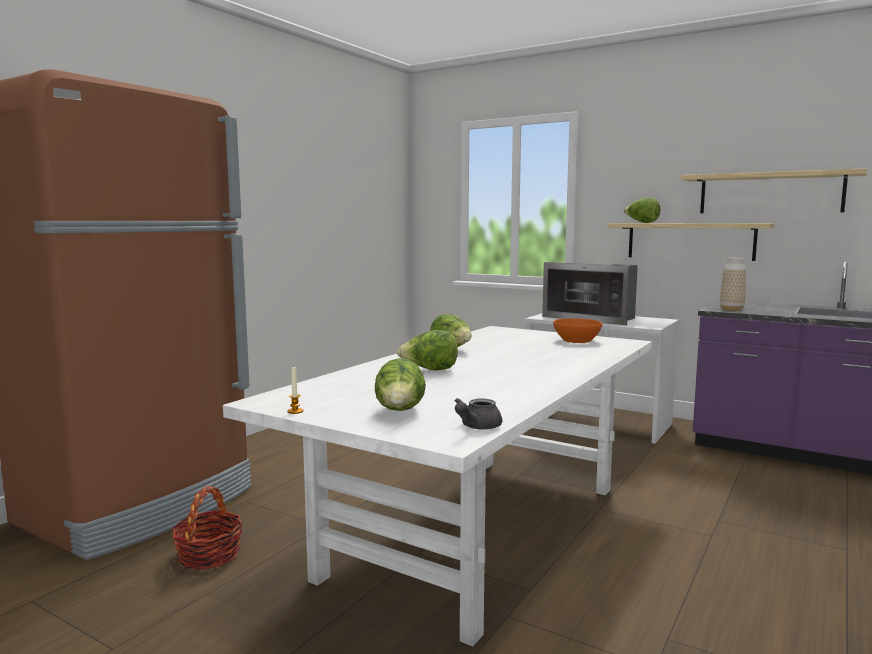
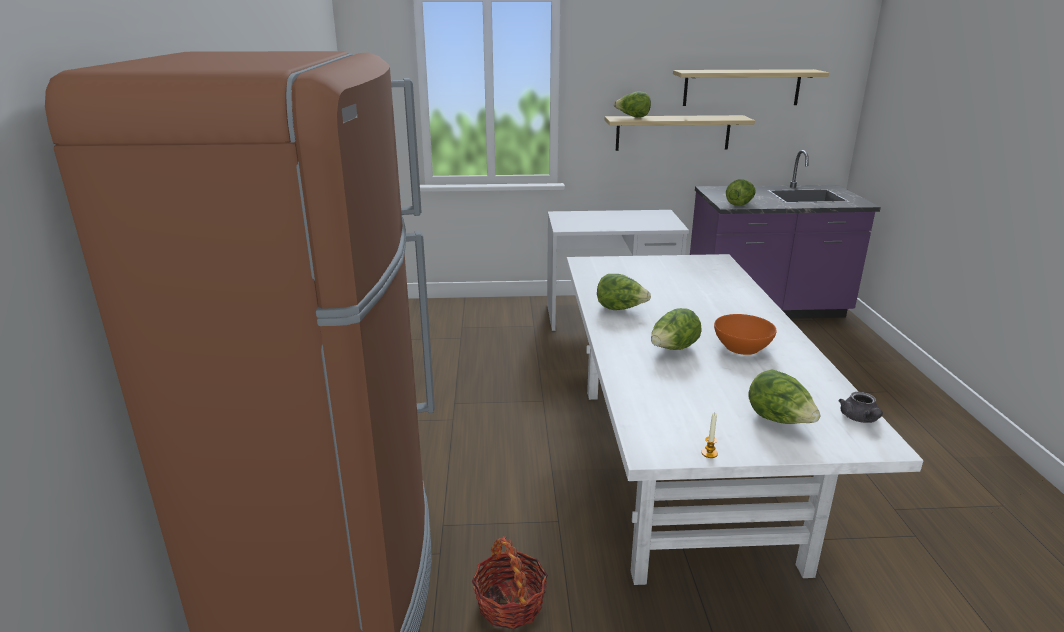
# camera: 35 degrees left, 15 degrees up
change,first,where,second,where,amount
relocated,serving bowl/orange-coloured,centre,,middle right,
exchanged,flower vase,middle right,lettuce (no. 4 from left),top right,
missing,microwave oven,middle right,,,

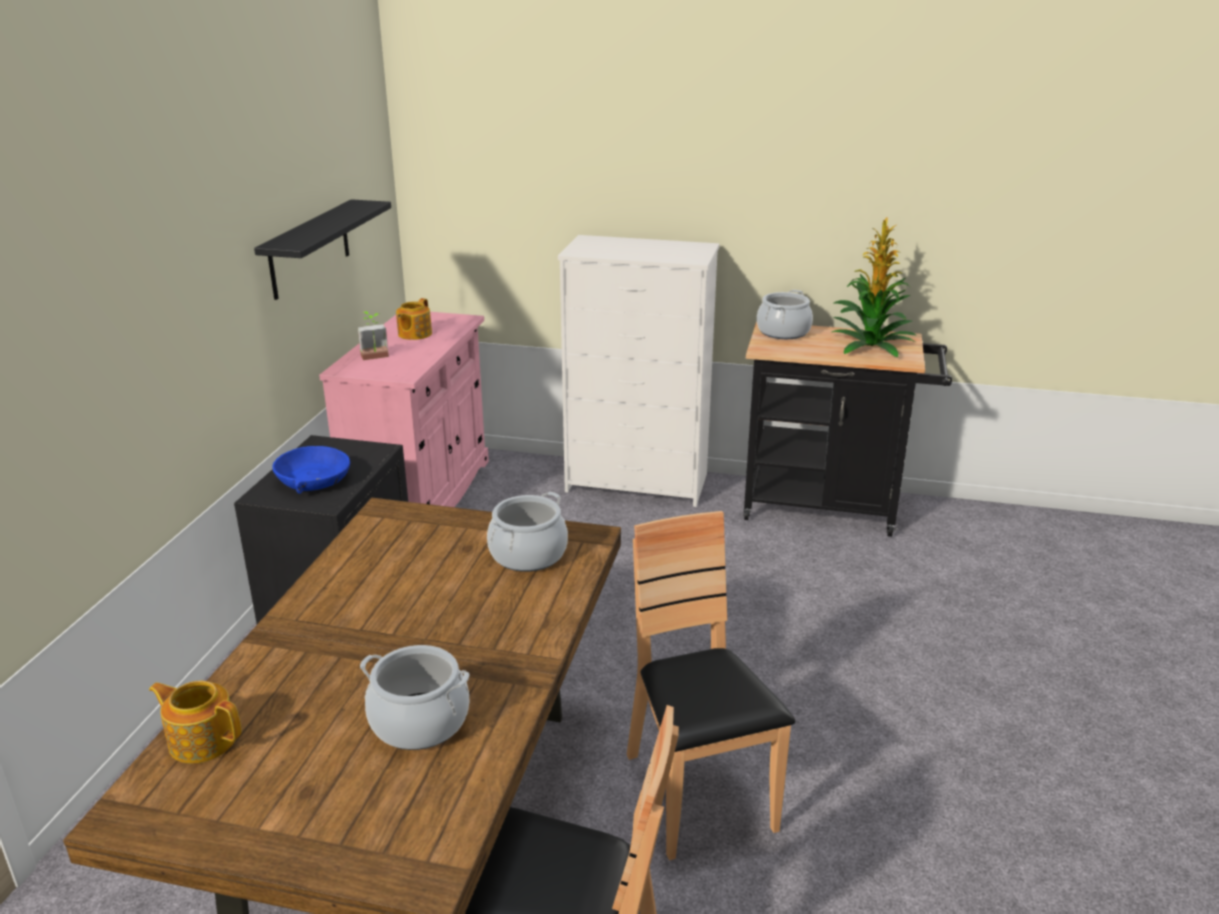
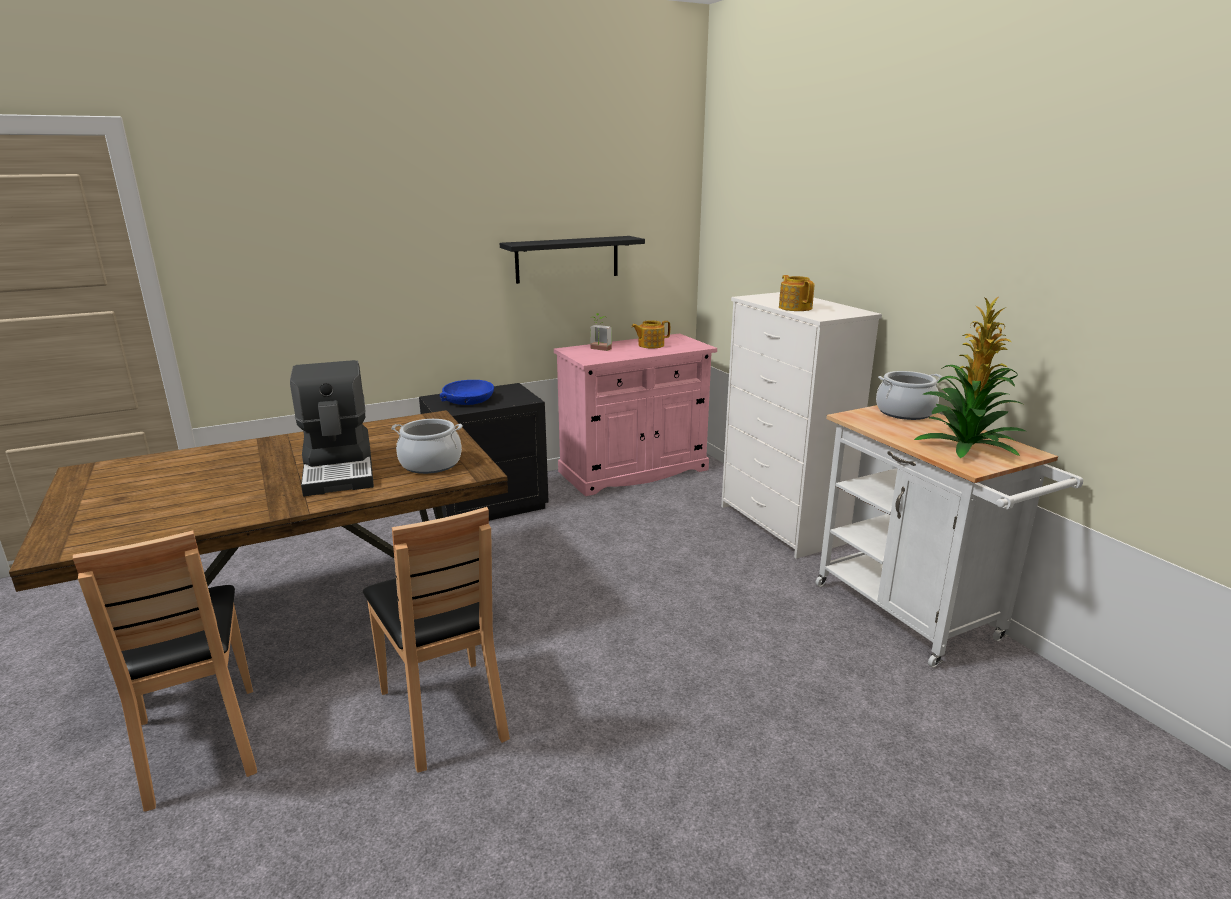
# camera: 50 degrees right, 5 degrees down
change,first,where,second,where,amount
appeared,,,coffee machine,middle left,
spun,chair/brownish (no. 2 from left),bottom centre,,bottom centre,120 degrees clockwise
relocated,tea pot (no. 1 from left in the first image),bottom left,tea pot (no. 2 from left),top centre,
colour,cart/black,middle right,cart/white,middle right,
missing,cooking pot (no. 1 from left),bottom centre,,,

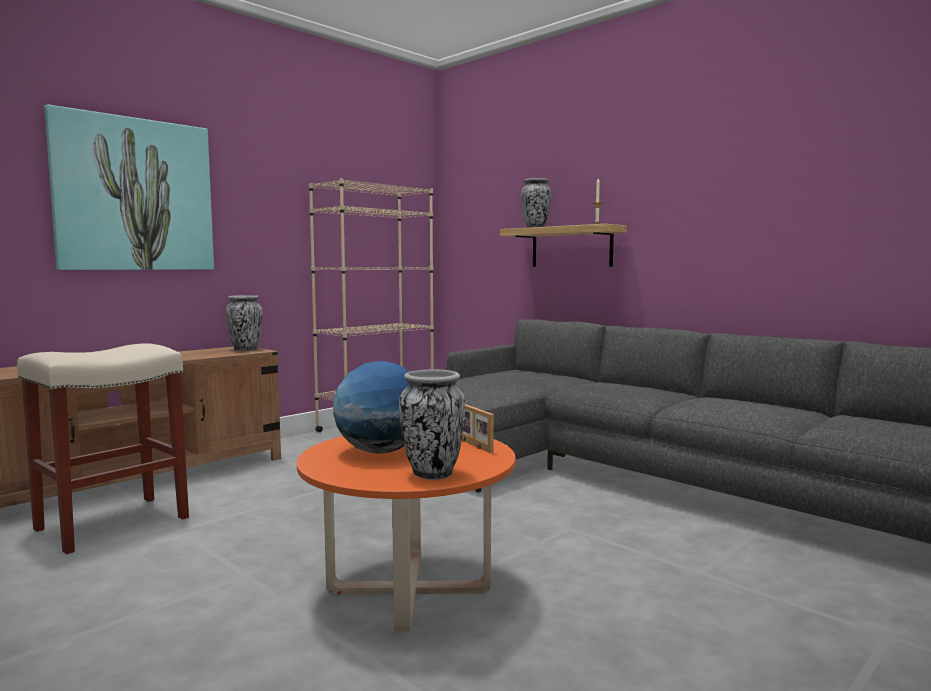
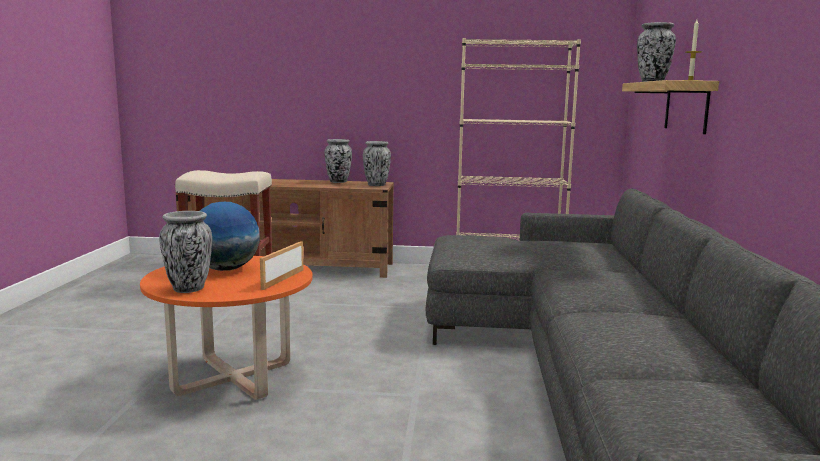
# camera: 50 degrees right, 5 degrees up
change,first,where,second,where,amount
appeared,,,flower vase (no. 2 from left),centre,
missing,wall picture,top left,,,

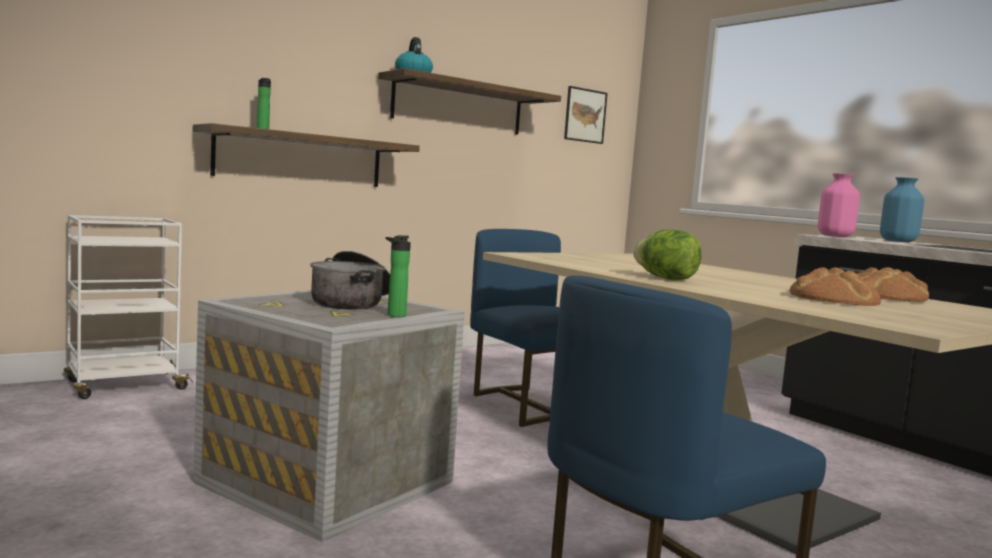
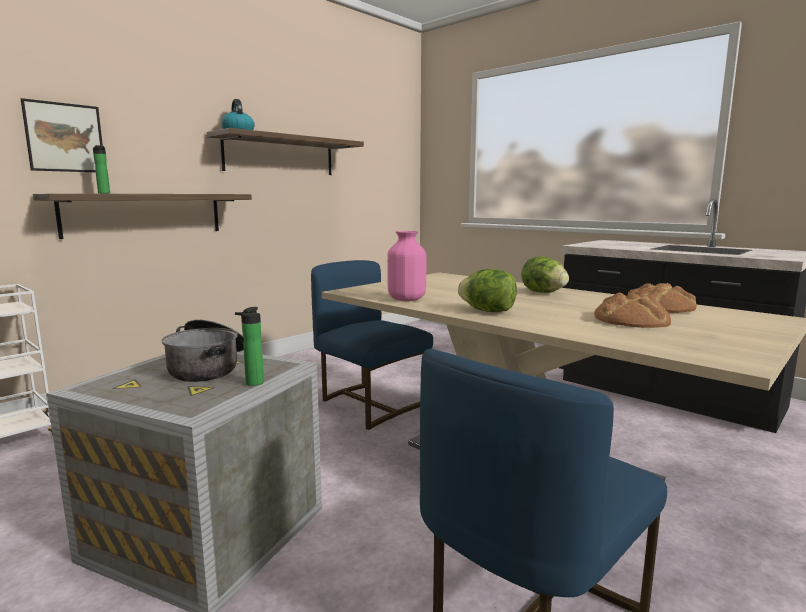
# camera: 10 degrees left, 5 degrees up
change,first,where,second,where,amount
relocated,wall picture,top centre,,top left,
relocated,flower vase/pinkish,middle right,,centre,
appeared,,,lettuce (no. 2 from left),middle right,
missing,flower vase/blue,middle right,,,

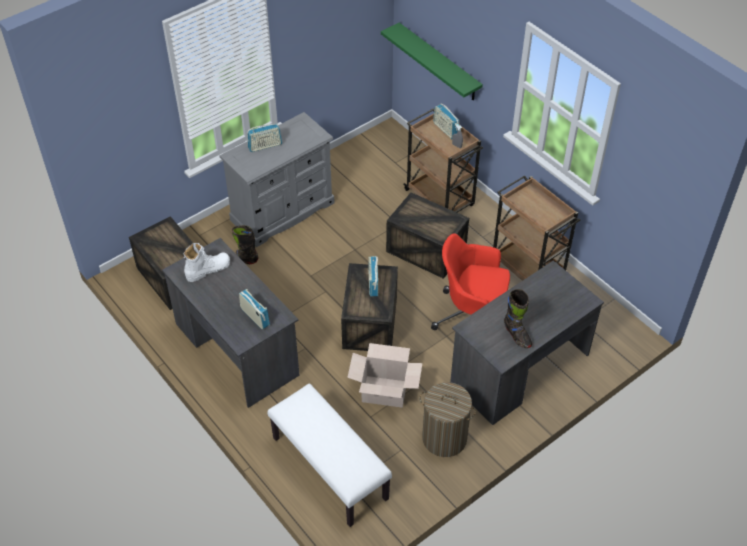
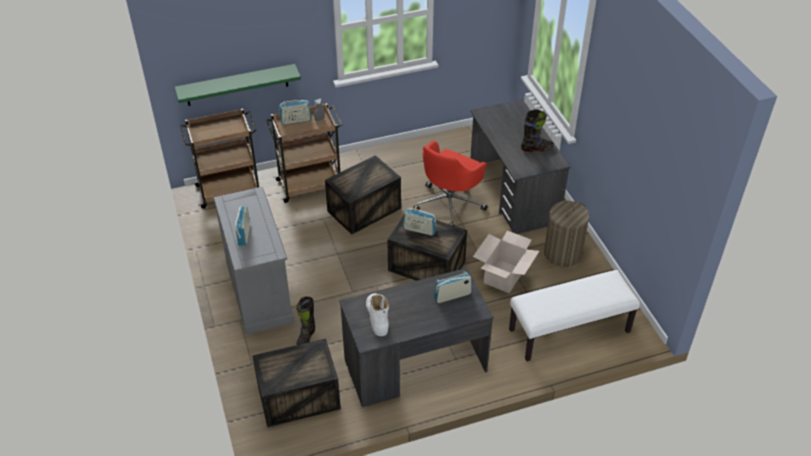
# camera: 70 degrees left, 5 degrees down
change,first,where,second,where,amount
relocated,cart/brownish (no. 2 from left in the first image),middle right,cart/brownish (no. 1 from left),middle left,

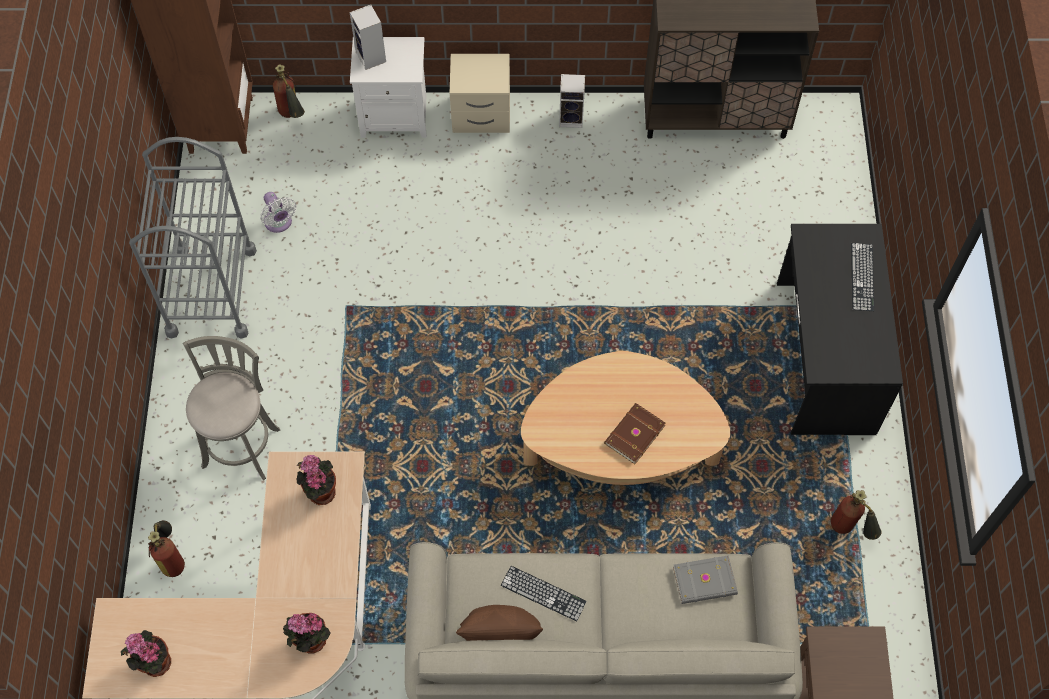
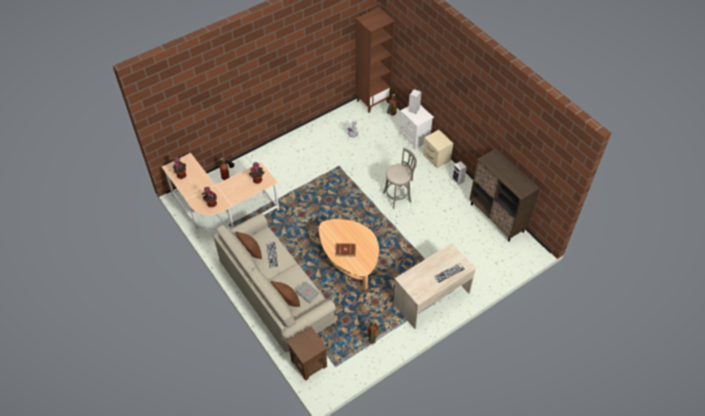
# camera: 55 degrees right, 10 degrees down
change,first,where,second,where,amount
appeared,,,throw pillow/brownish (no. 2 from left),bottom centre,
relocated,sitting stool/grey,middle left,,centre,
colour,desk unit/black,middle right,desk unit/beige-coloured (no. 2 from left),bottom centre,
missing,cart/grey,middle left,,,

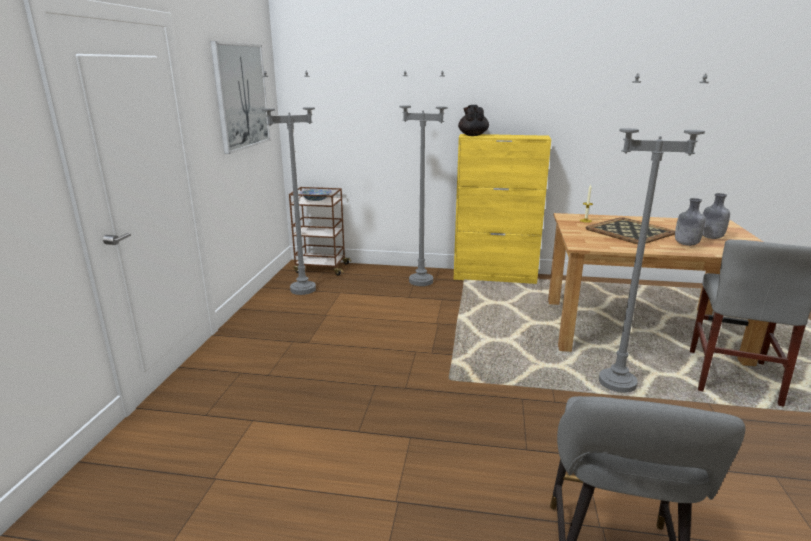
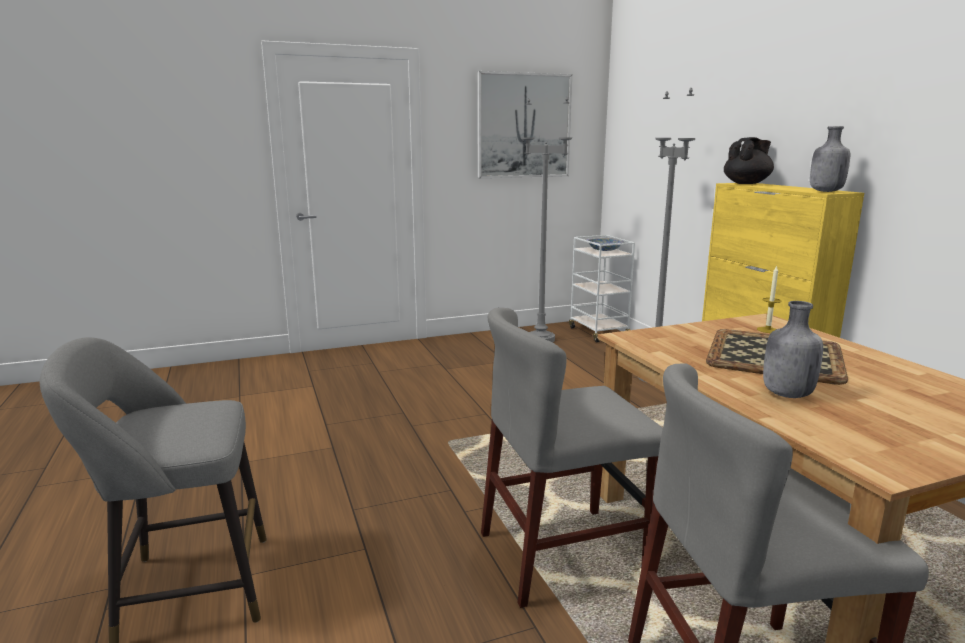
# camera: 60 degrees right, 5 degrees down
change,first,where,second,where,amount
exchanged,standing lamp/grey (no. 3 from left),middle right,chair/grey (no. 1 from left),bottom centre,
colour,cart/brownish,centre,cart/white,centre,
relocated,beverage bottle/grey (no. 2 from left),middle right,,top right,

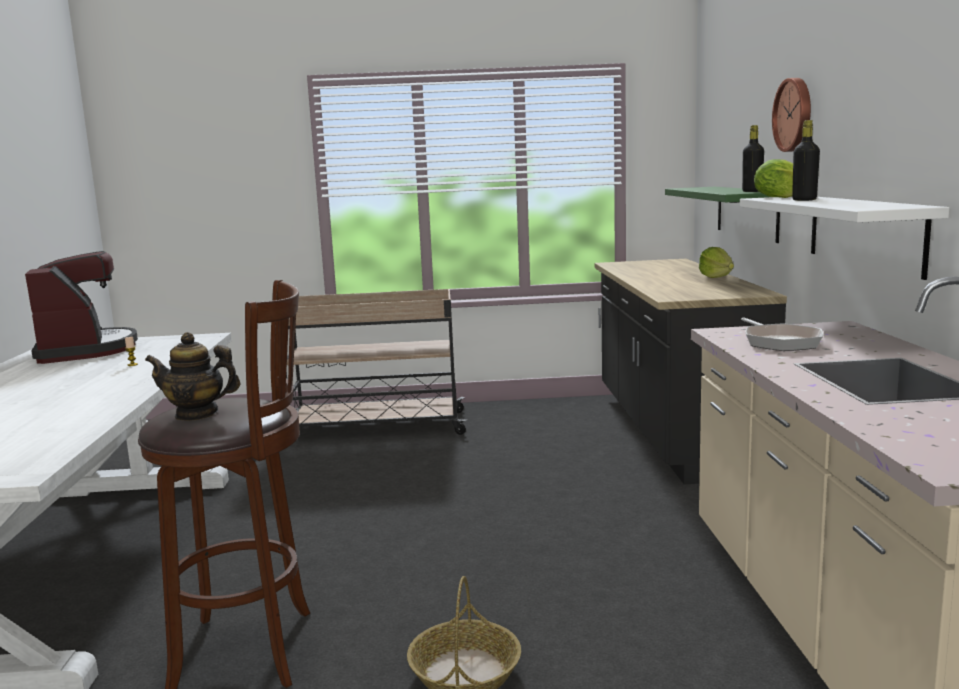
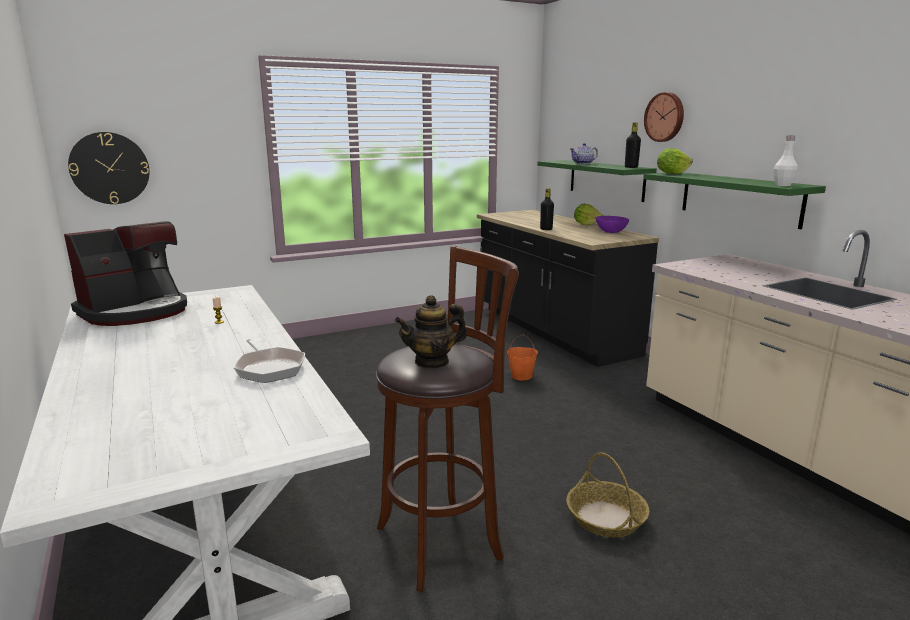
# camera: 25 degrees left, 5 degrees up
change,first,where,second,where,amount
spun,coffee machine,middle left,,middle left,90 degrees clockwise
appeared,,,hanging clock (no. 1 from left),top left,
relocated,frying pan,middle right,,middle left,
appeared,,,water bucket/orange-coloured,centre,
relocated,beverage bottle/black (no. 2 from left in the first image),top right,beverage bottle/black (no. 1 from left),centre,
appeared,,,tea pot (no. 2 from left),top centre,
appeared,,,serving bowl/purple-coloured,middle right,
colour,shelf/white,middle right,shelf/green (no. 2 from left),top right,
appeared,,,beverage bottle/white,top right,
missing,cart/beige-coloured,centre,,,

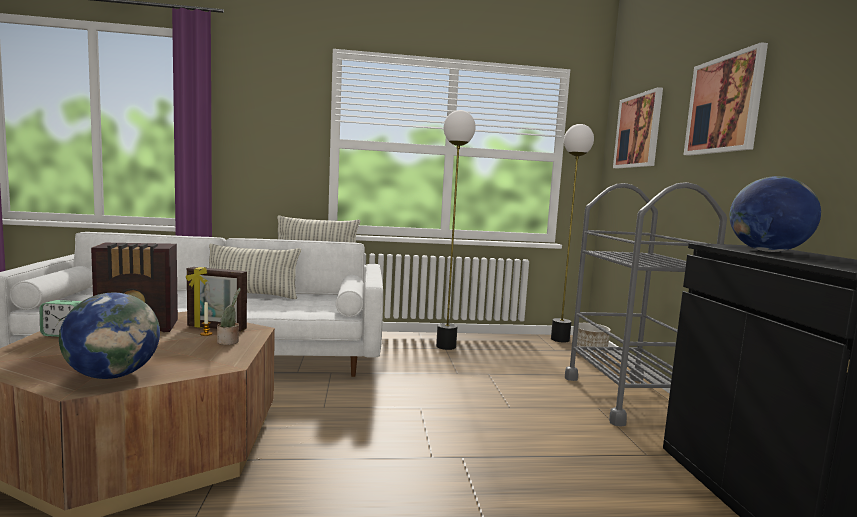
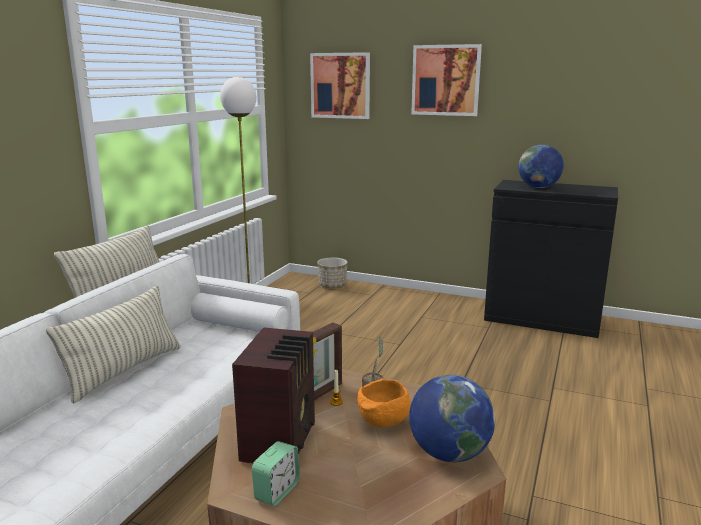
# camera: 60 degrees left, 10 degrees up
change,first,where,second,where,amount
appeared,,,serving bowl/orange-coloured,bottom centre,
missing,standing lamp (no. 2 from left),middle right,,,
missing,cart/grey,middle right,,,

